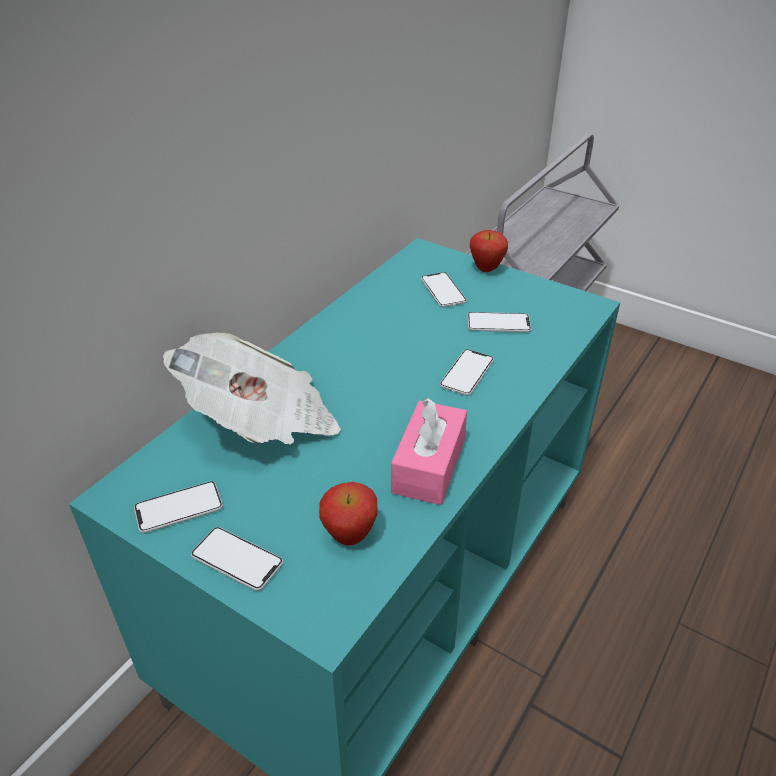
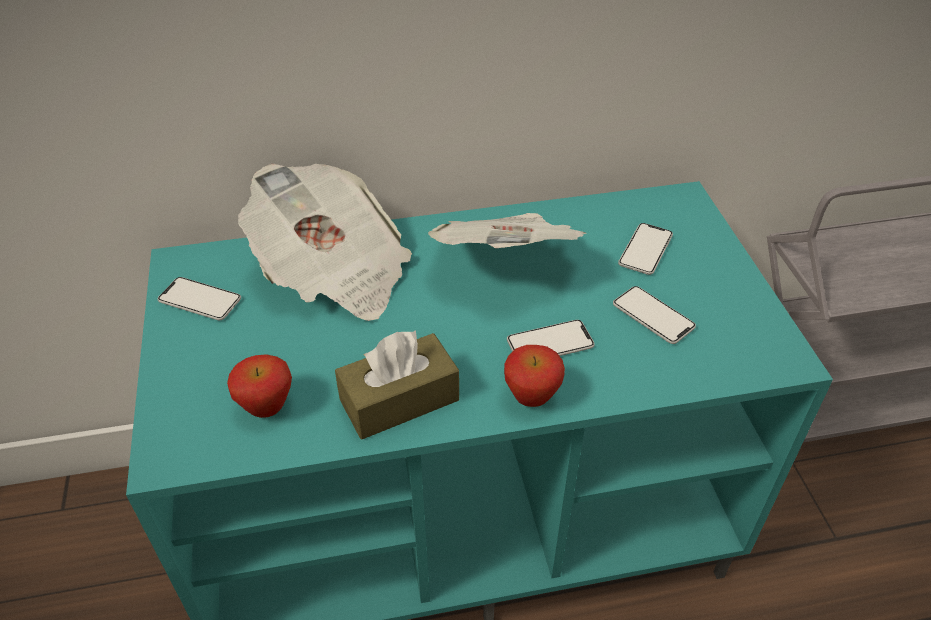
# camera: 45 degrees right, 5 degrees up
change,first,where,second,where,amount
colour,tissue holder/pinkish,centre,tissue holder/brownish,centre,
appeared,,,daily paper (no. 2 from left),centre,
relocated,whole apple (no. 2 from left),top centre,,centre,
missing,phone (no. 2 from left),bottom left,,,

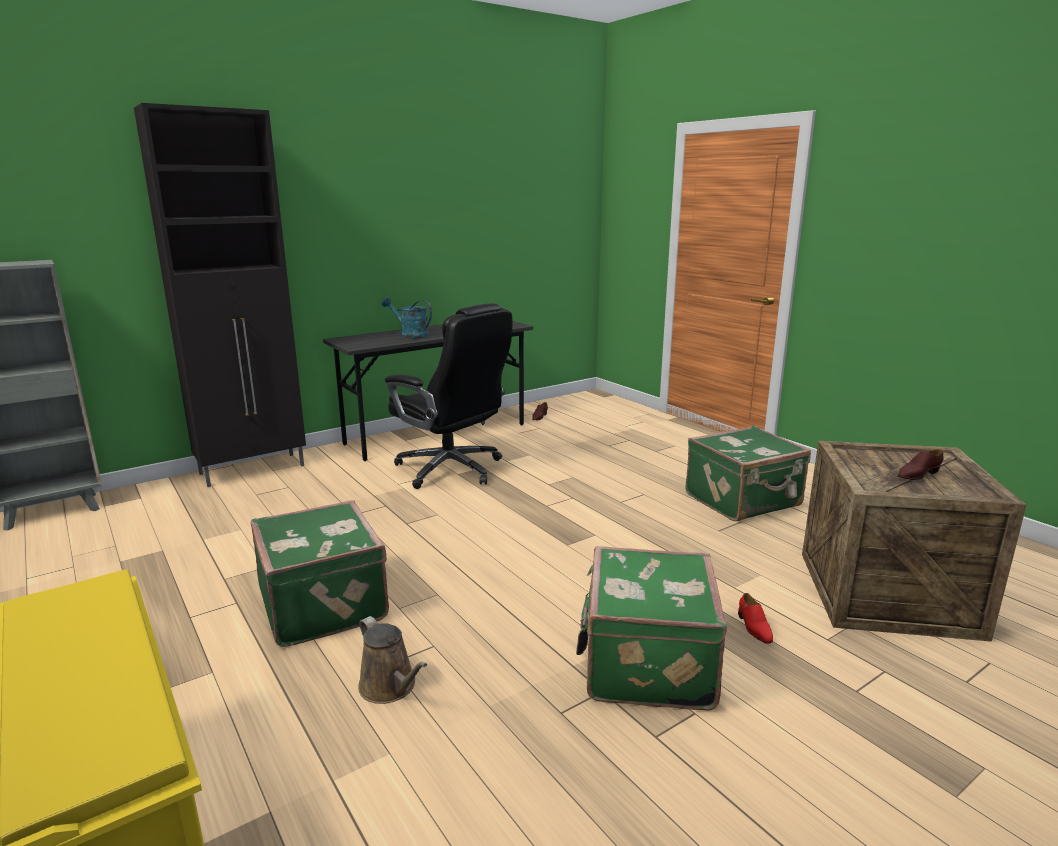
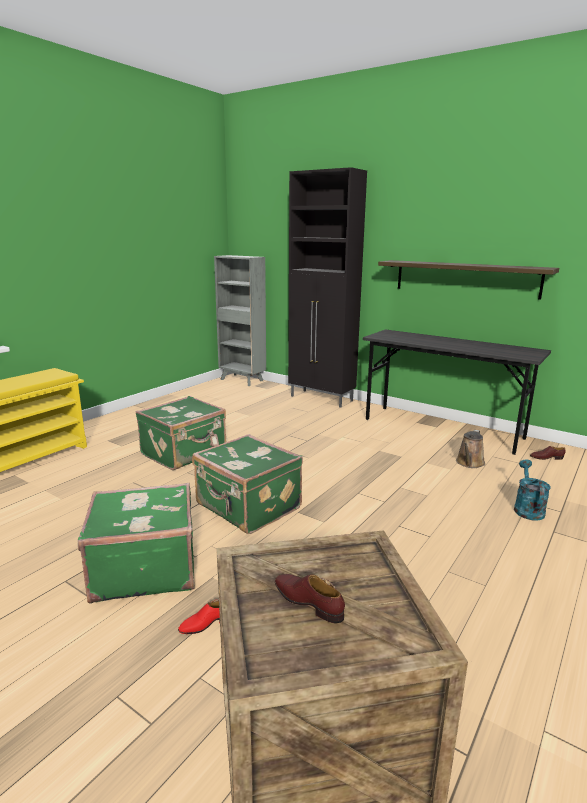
# camera: 70 degrees right, 0 degrees up
change,first,where,second,where,amount
relocated,suitcase/green (no. 3 from left),middle right,,centre,
appeared,,,shelf,middle right,
relocated,watering pot/brownish,bottom centre,,middle right,
relocated,watering pot/blue-green,centre,,middle right,
missing,office chair/black,centre,,,

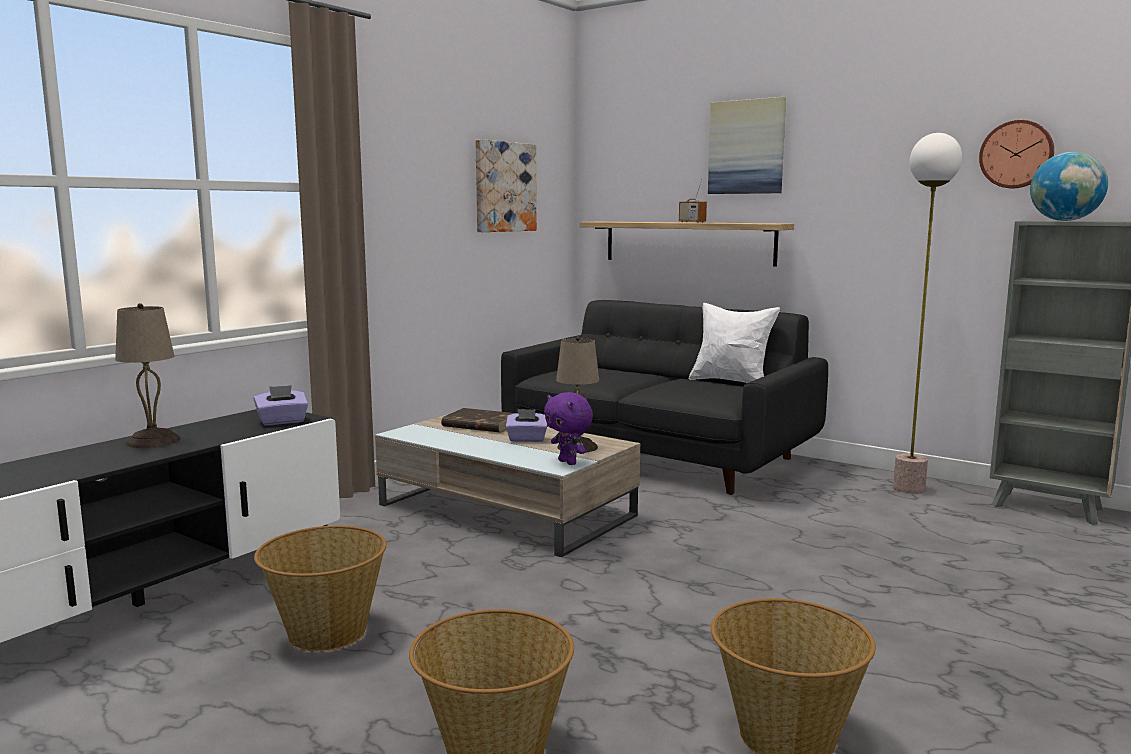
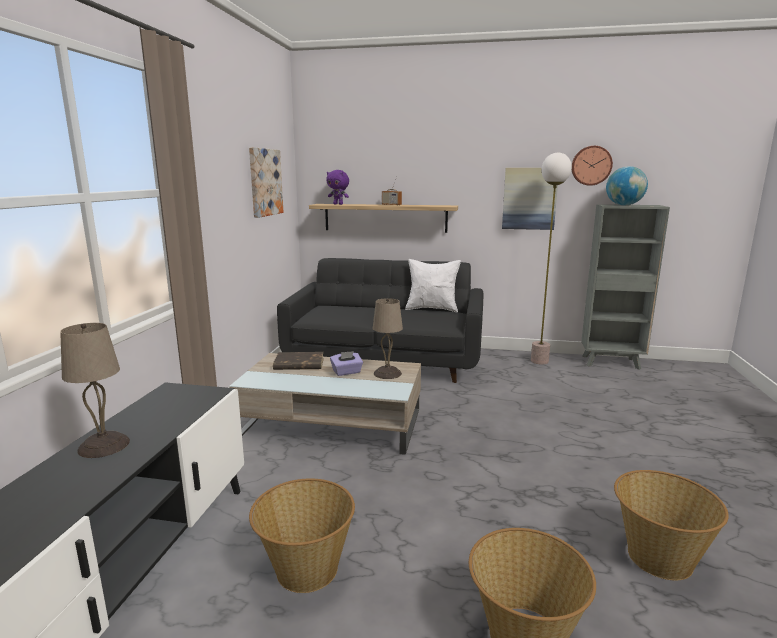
# camera: 25 degrees left, 5 degrees up
change,first,where,second,where,amount
relocated,soft toy/purple-coloured,centre,,top centre,
relocated,wall picture (no. 2 from left),top centre,,top right,
missing,tissue holder/purple-coloured (no. 1 from left),middle left,,,

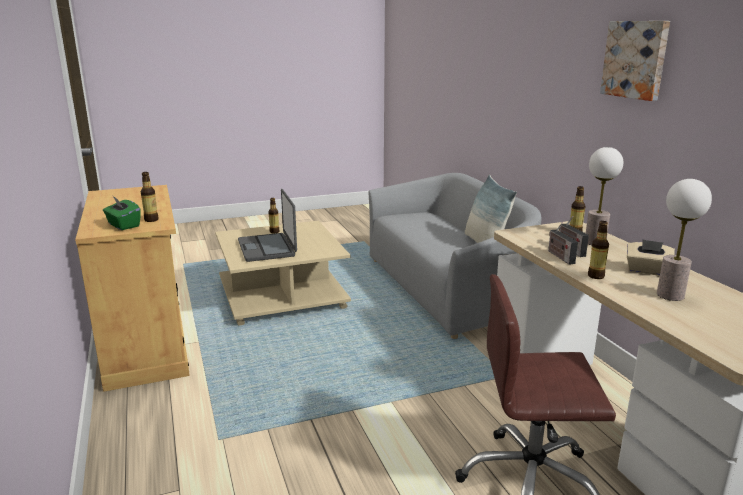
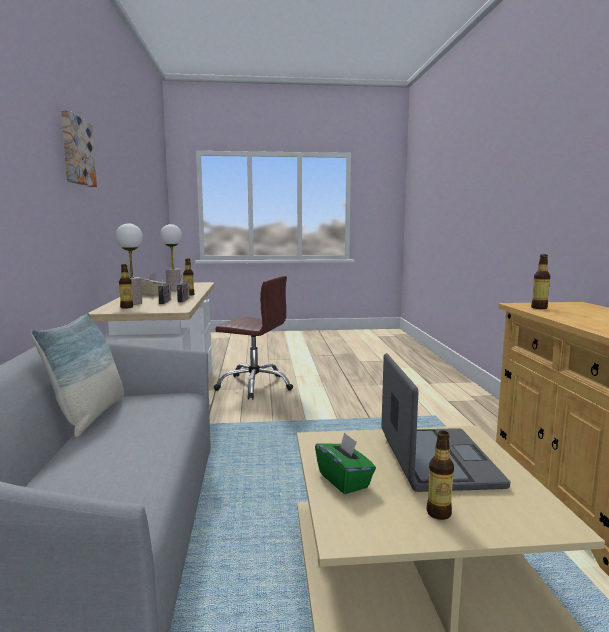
# camera: 165 degrees left, 10 degrees down
change,first,where,second,where,amount
relocated,tissue holder/green,middle left,,bottom centre,

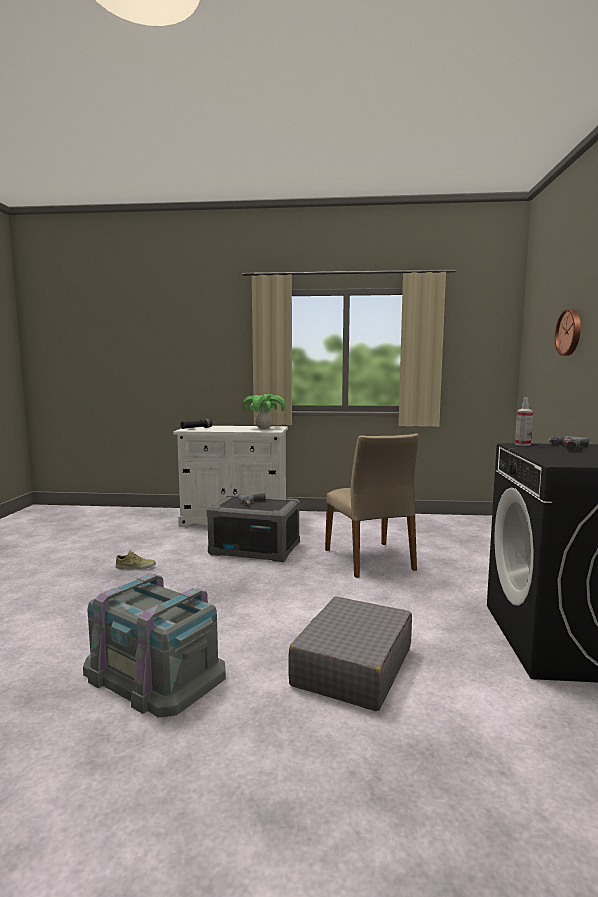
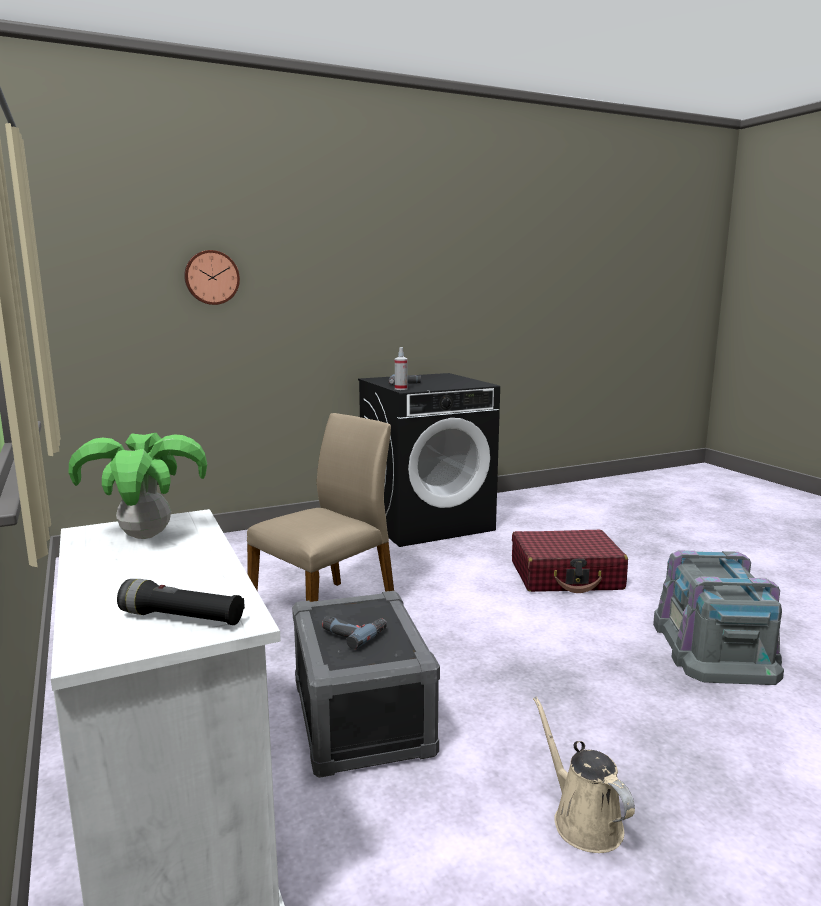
# camera: 120 degrees left, 5 degrees up
change,first,where,second,where,amount
colour,suitcase/grey,bottom centre,suitcase/reddish,middle right,
exchanged,item of footwear/beige-coloured,middle left,watering pot/beige-coloured,bottom right,

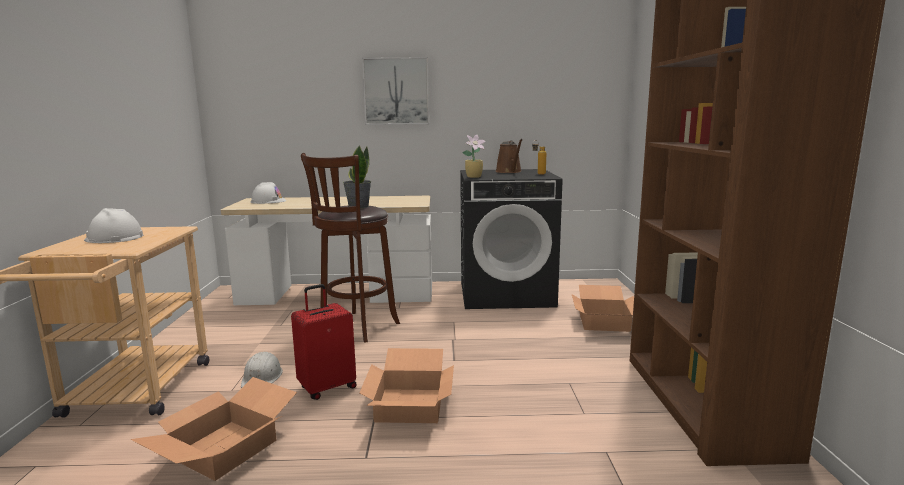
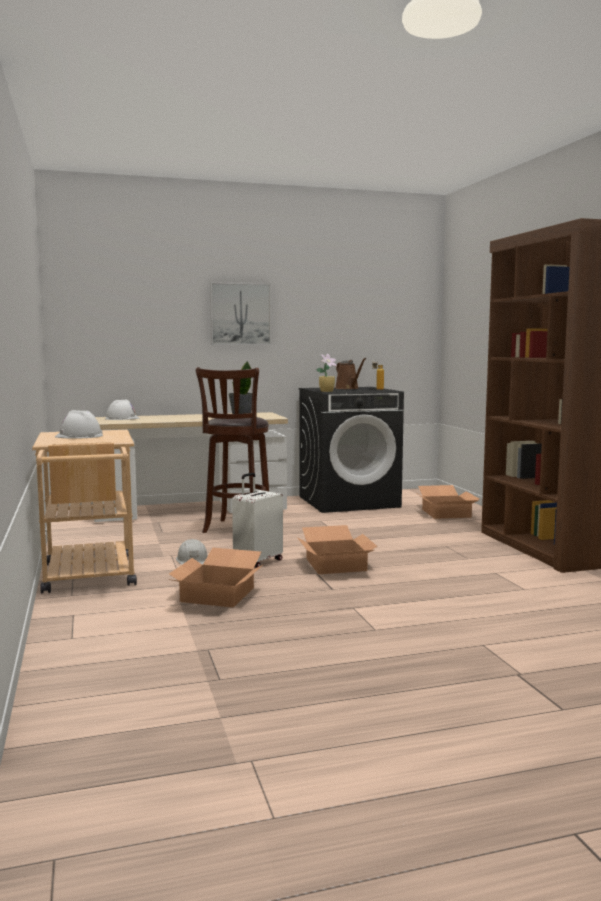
# camera: 15 degrees left, 5 degrees down
change,first,where,second,where,amount
colour,suitcase/reddish,bottom centre,suitcase/white,centre,

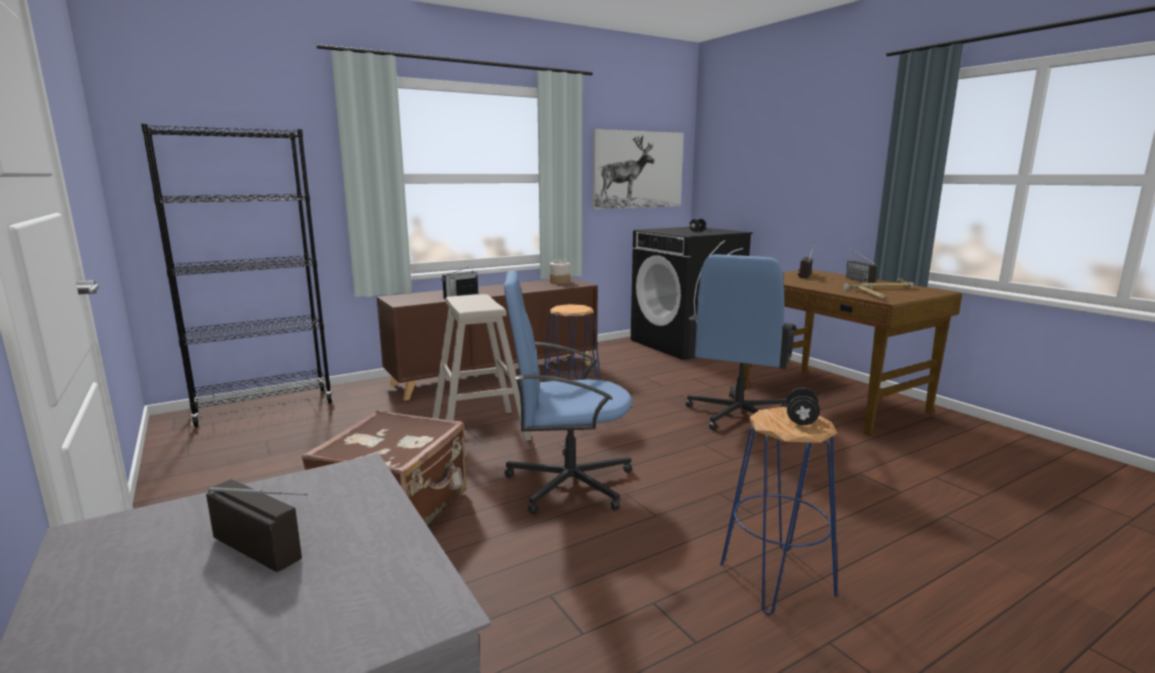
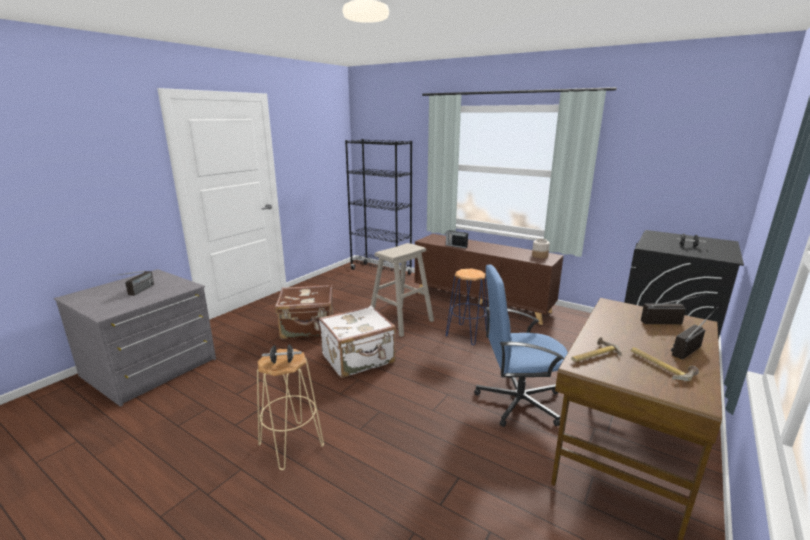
# camera: 65 degrees right, 5 degrees up
change,first,where,second,where,amount
colour,sitting stool/blue (no. 2 from left),bottom right,sitting stool/beige-coloured (no. 1 from left),bottom centre,
exchanged,office chair/blue (no. 1 from left),centre,suitcase/white,centre,
missing,wall picture,top centre,,,

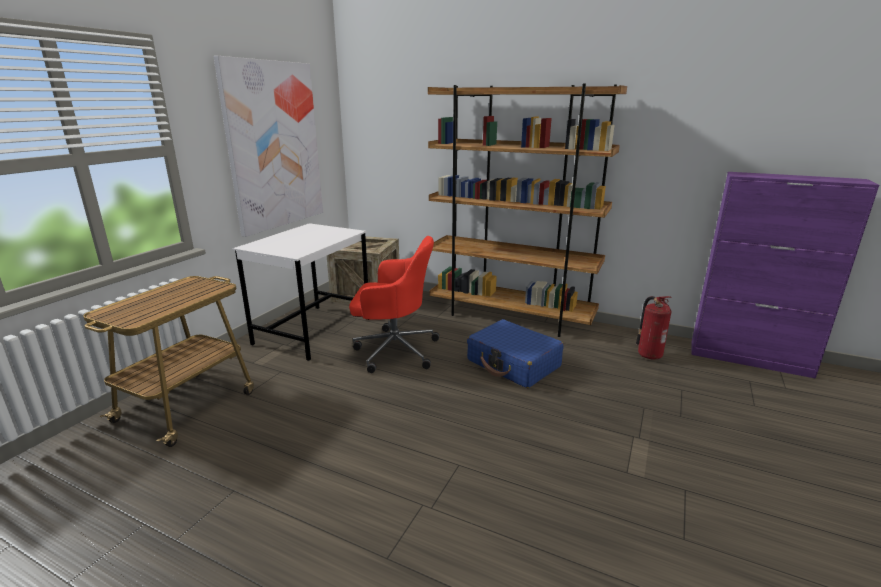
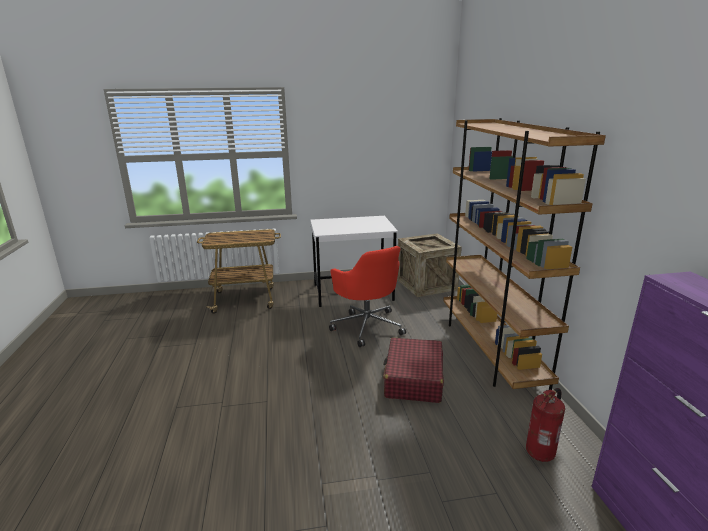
# camera: 55 degrees right, 0 degrees up
change,first,where,second,where,amount
colour,suitcase/blue,centre,suitcase/reddish,bottom centre,
missing,wall picture,top left,,,

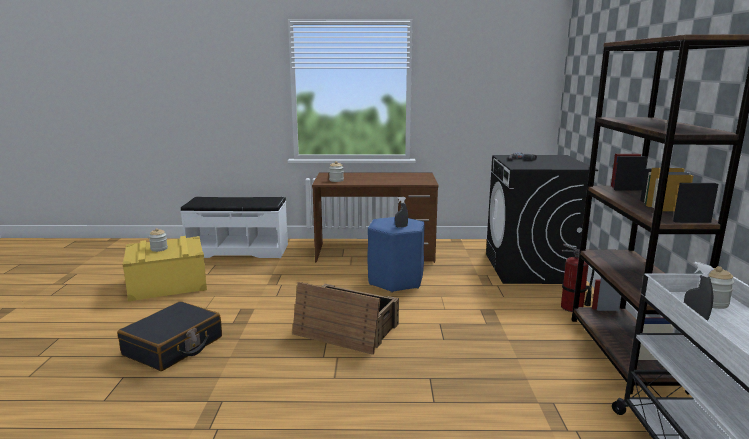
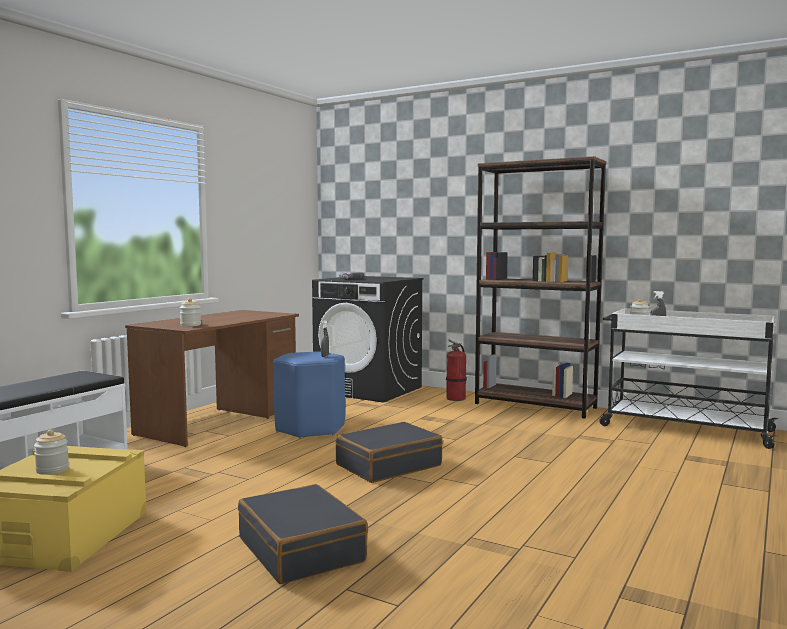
# camera: 60 degrees left, 10 degrees down
change,first,where,second,where,amount
exchanged,crate,bottom centre,suitcase/black (no. 2 from left),bottom centre,

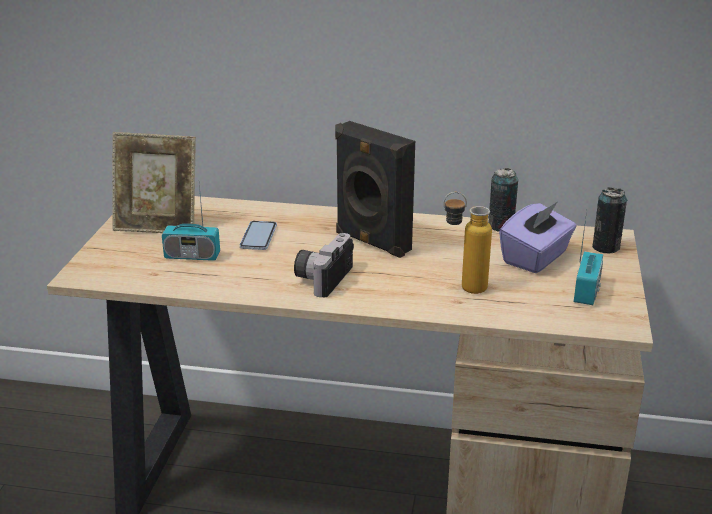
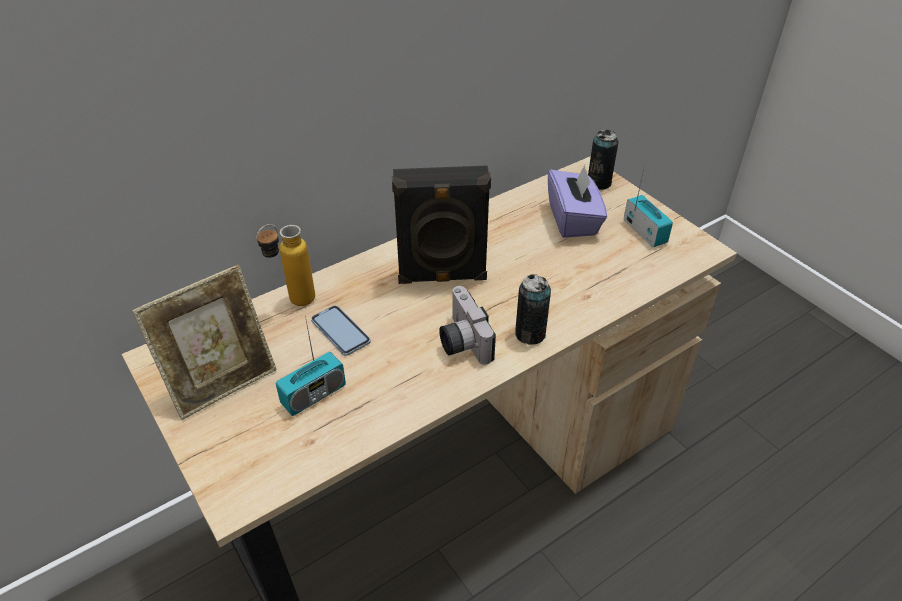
# camera: 45 degrees left, 15 degrees up
change,first,where,second,where,amount
relocated,beverage bottle,centre,,middle left,
relocated,sealed can (no. 1 from left),middle right,,centre,

